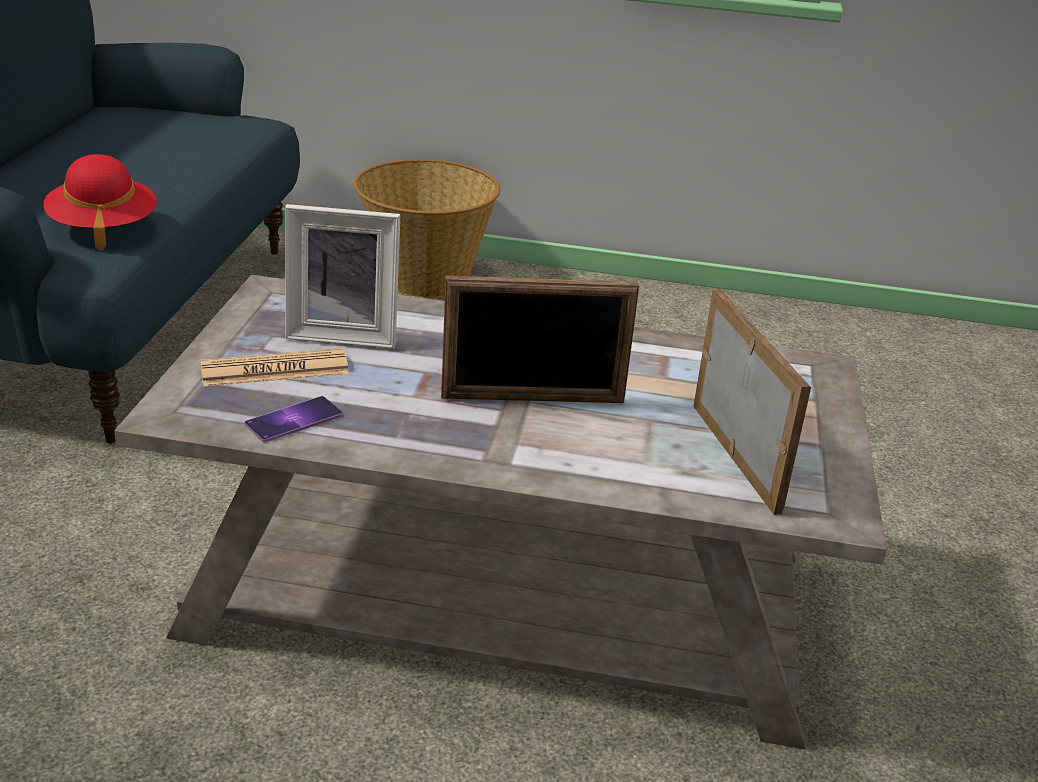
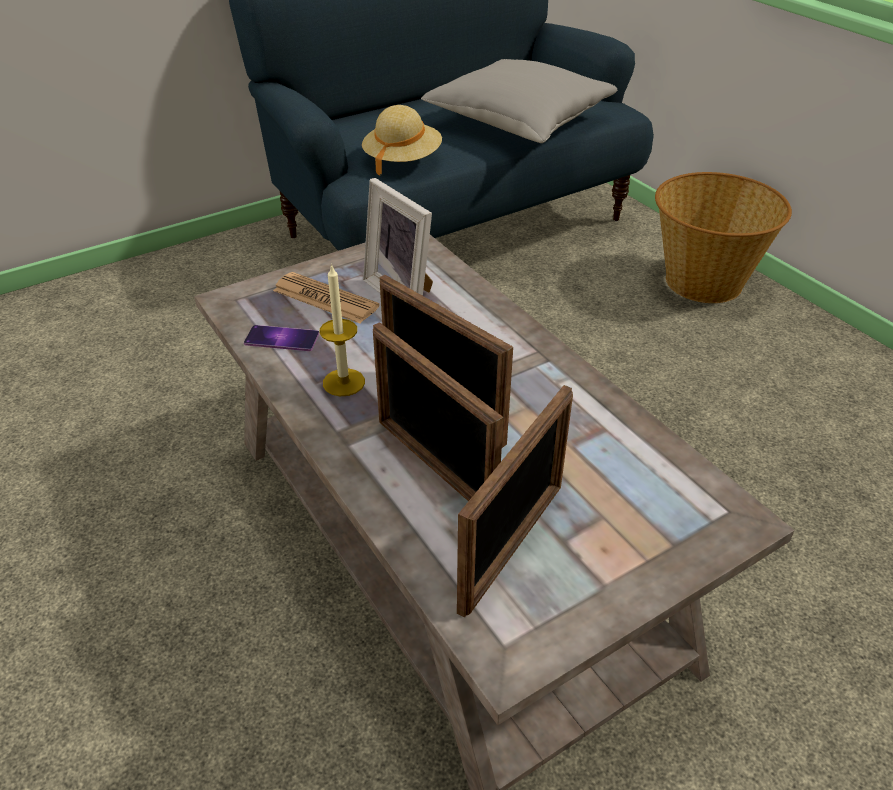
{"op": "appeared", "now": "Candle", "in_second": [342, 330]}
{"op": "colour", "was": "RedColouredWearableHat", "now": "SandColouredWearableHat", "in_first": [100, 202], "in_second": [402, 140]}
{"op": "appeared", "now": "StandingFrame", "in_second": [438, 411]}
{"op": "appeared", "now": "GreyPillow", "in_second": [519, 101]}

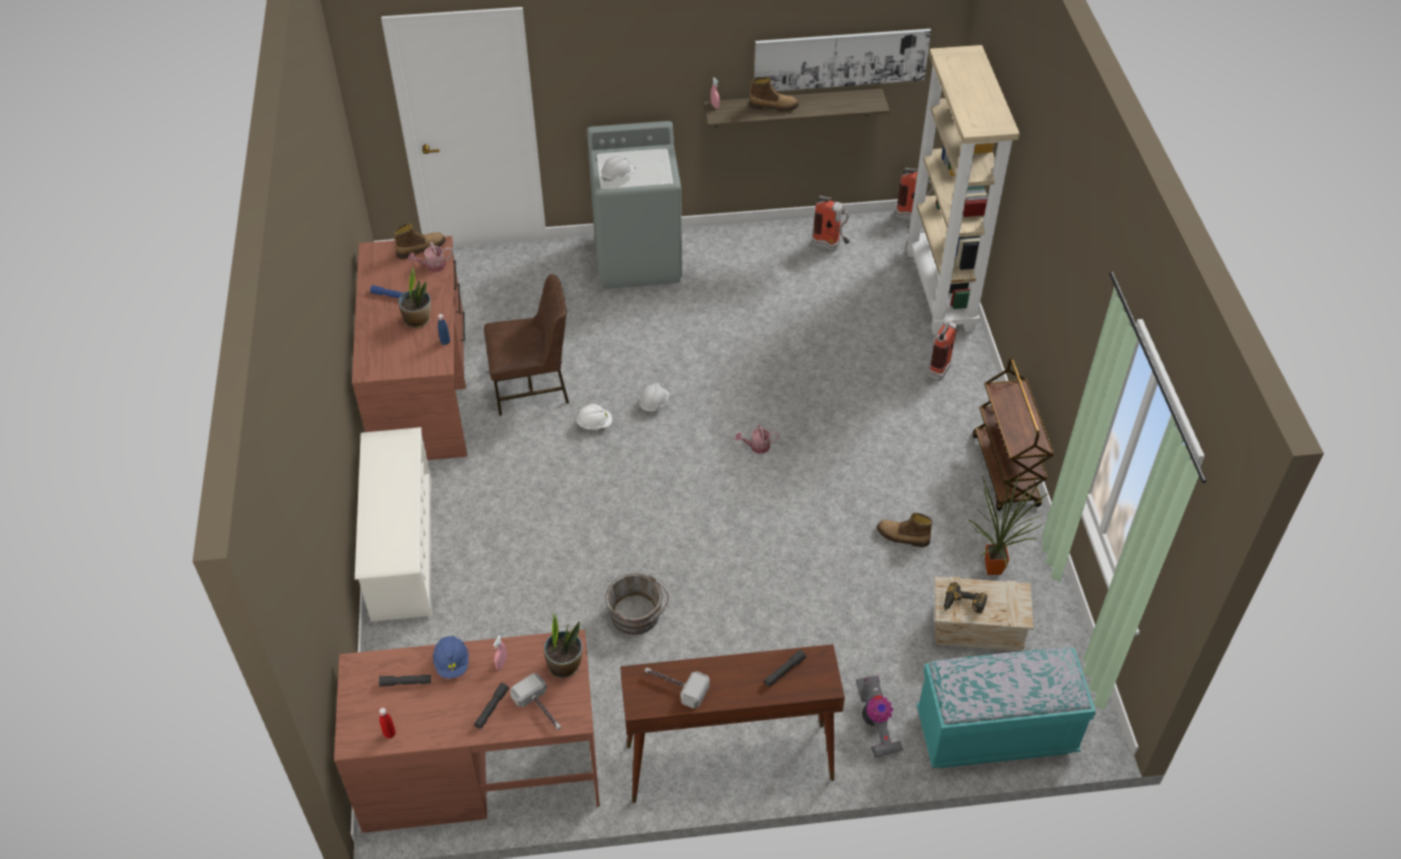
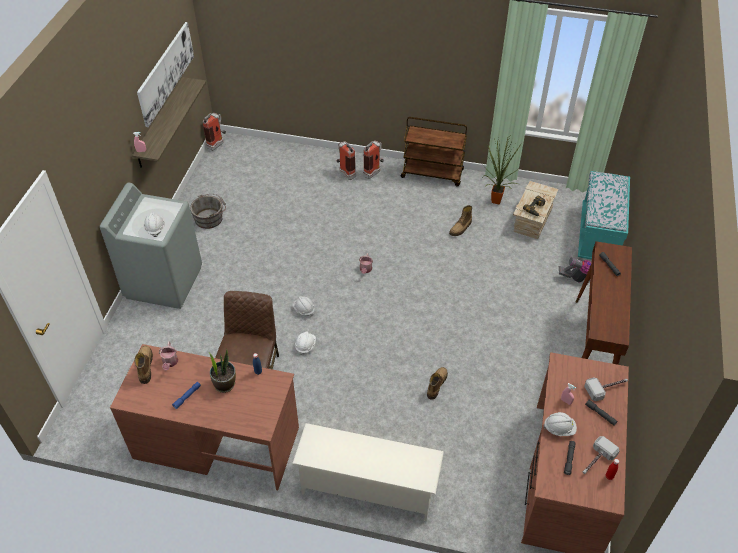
{"op": "relocated", "was": "GreyPail", "in_first": [637, 604], "in_second": [208, 211]}
{"op": "relocated", "was": "FireFightingCylinder", "in_first": [831, 223], "in_second": [373, 160]}
{"op": "relocated", "was": "HighTopBoot", "in_first": [774, 94], "in_second": [437, 383]}
{"op": "colour", "was": "BlueWorkHelmet", "now": "WhitishWorkHelmet", "in_first": [451, 657], "in_second": [560, 424]}
{"op": "relocated", "was": "HandHammer", "in_first": [677, 688], "in_second": [601, 455]}
{"op": "missing", "was": "Houseplant", "in_first": [563, 645]}
{"op": "missing", "was": "SandColouredBookshelf", "in_first": [963, 190]}

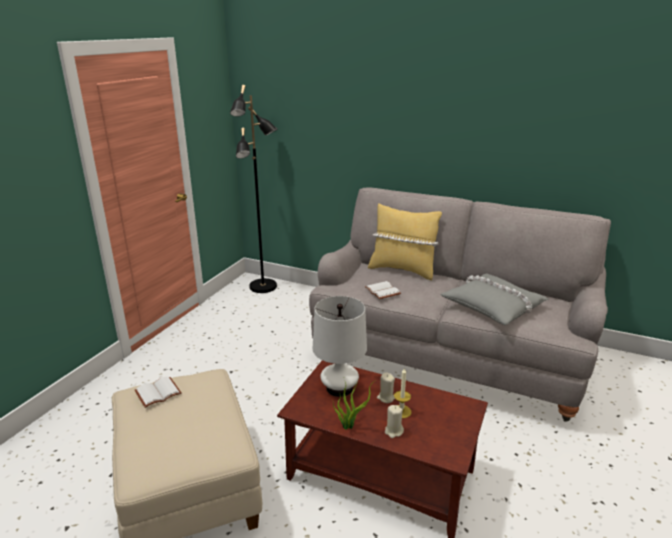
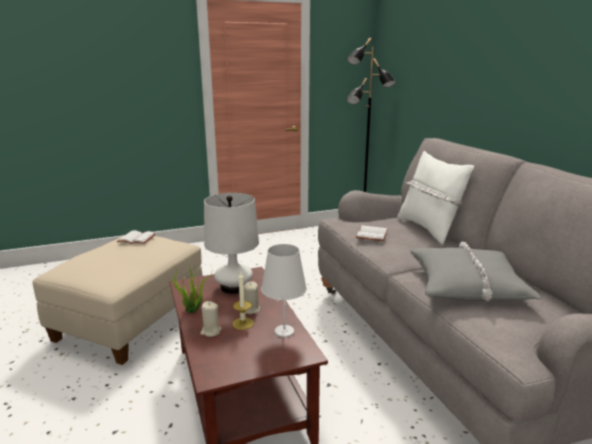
{"op": "appeared", "now": "WhitishTabletopLamp", "in_second": [284, 290]}
{"op": "colour", "was": "YellowishPillow", "now": "WhitishPillow", "in_first": [405, 241], "in_second": [435, 198]}

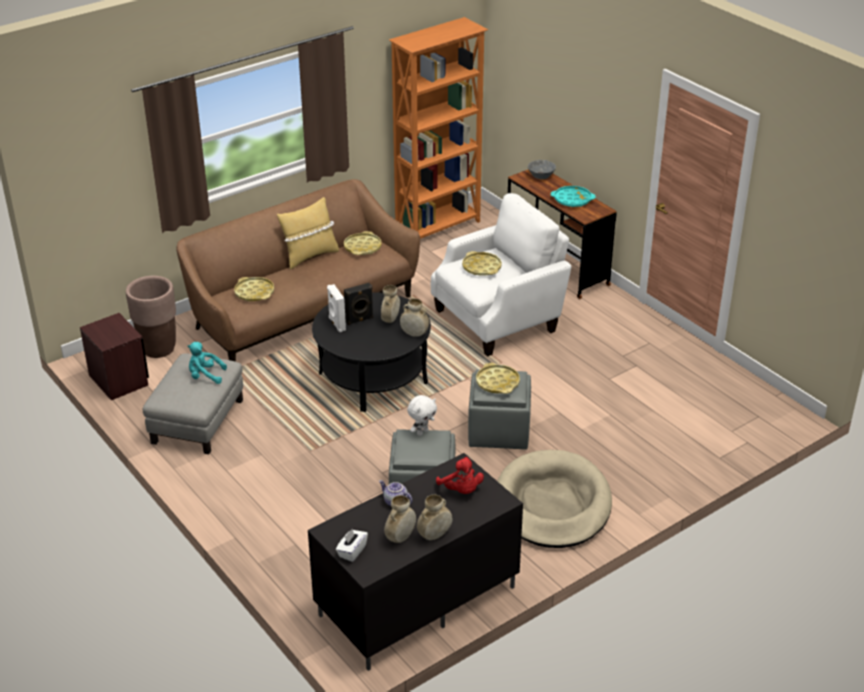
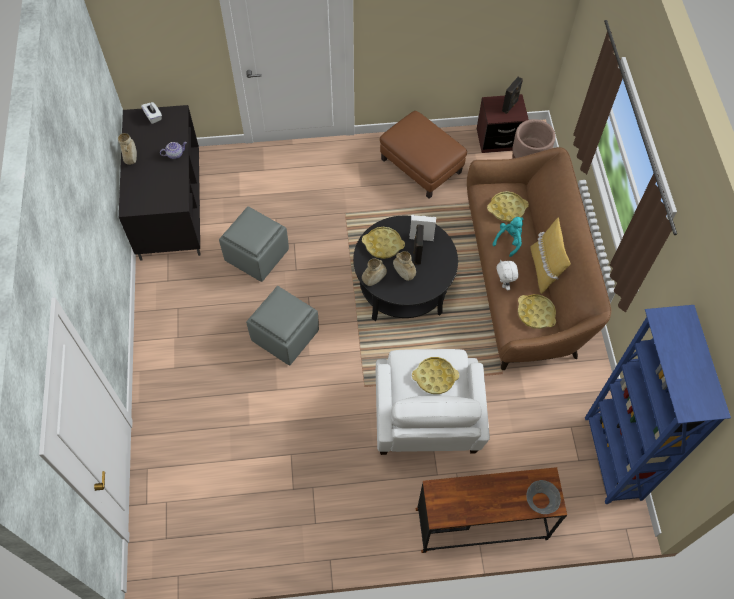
{"op": "relocated", "was": "YellowishTray", "in_first": [498, 378], "in_second": [383, 243]}
{"op": "colour", "was": "GreyFootrest", "now": "BrownishFootrest", "in_first": [193, 404], "in_second": [423, 155]}
{"op": "relocated", "was": "TurquoiseColouredPlushToy", "in_first": [207, 363], "in_second": [507, 237]}
{"op": "relocated", "was": "WhitishPlushToy", "in_first": [422, 415], "in_second": [507, 275]}
{"op": "appeared", "now": "BlackishSpeaker", "in_second": [512, 95]}
{"op": "colour", "was": "OrangeyBookshelf", "now": "BlueBookshelf", "in_first": [439, 128], "in_second": [658, 404]}
{"op": "missing", "was": "SandColouredDecorativeVase", "in_first": [400, 519]}
{"op": "missing", "was": "RedColouredPlushToy", "in_first": [460, 475]}
{"op": "missing", "was": "SandColouredDogCushion", "in_first": [554, 499]}
{"op": "missing", "was": "TurquoiseColouredTray", "in_first": [573, 196]}

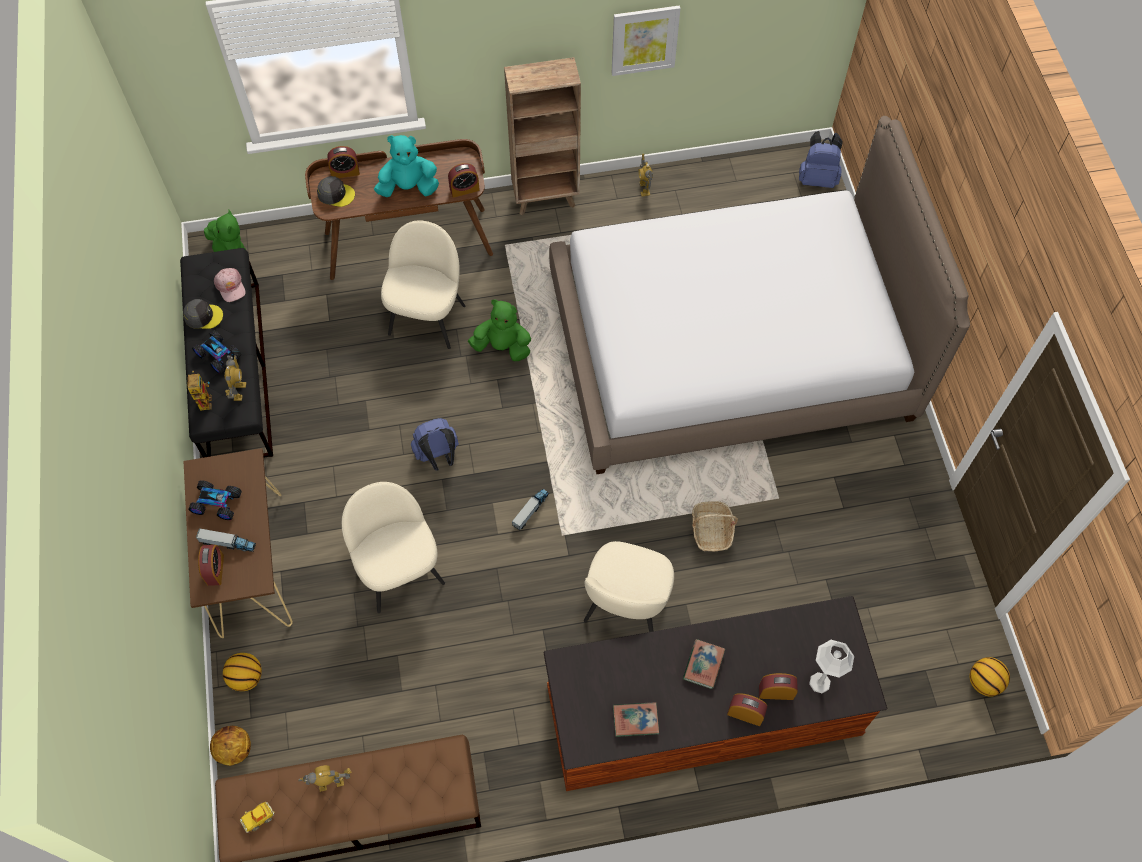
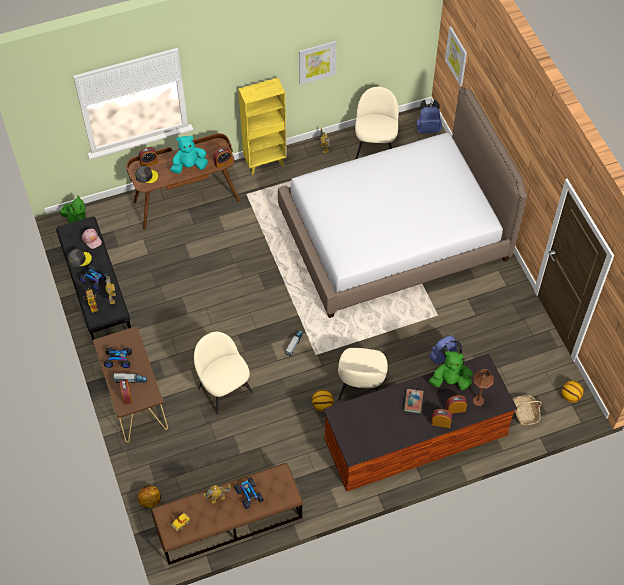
{"op": "appeared", "now": "ModelCar", "in_second": [249, 493]}
{"op": "colour", "was": "BrownishBookshelf", "now": "YellowishBookshelf", "in_first": [542, 136], "in_second": [262, 126]}
{"op": "relocated", "was": "Basketball", "in_first": [242, 672], "in_second": [323, 401]}
{"op": "relocated", "was": "SandColouredChair", "in_first": [423, 284], "in_second": [377, 123]}
{"op": "relocated", "was": "GreenPlushToy", "in_first": [499, 330], "in_second": [451, 370]}
{"op": "relocated", "was": "BlueKnapsack", "in_first": [435, 444], "in_second": [446, 349]}
{"op": "appeared", "now": "Picture", "in_second": [456, 56]}
{"op": "colour", "was": "GreyTabletopLamp", "now": "BrownishTabletopLamp", "in_first": [831, 666], "in_second": [483, 387]}
{"op": "relocated", "was": "HouseholdBasket", "in_first": [715, 526], "in_second": [527, 410]}
{"op": "missing", "was": "Volume", "in_first": [636, 719]}

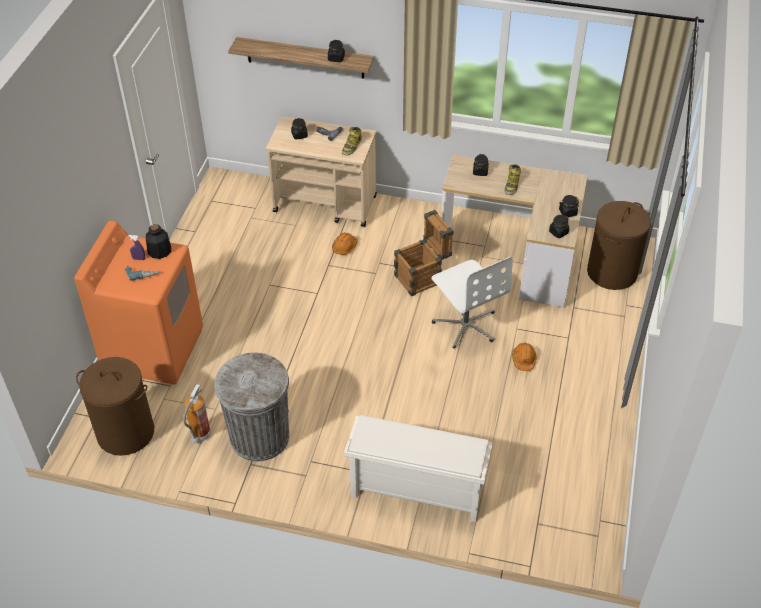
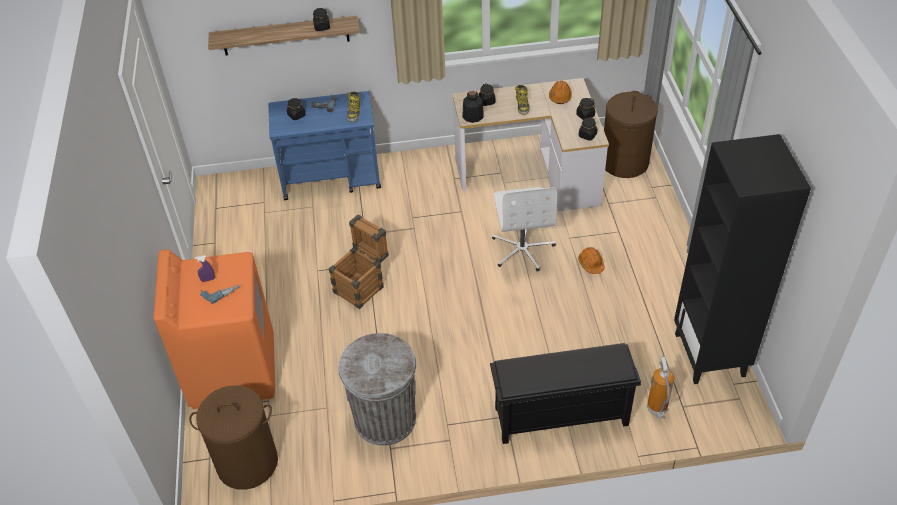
{"op": "colour", "was": "SandColouredCart", "now": "BlueCart", "in_first": [321, 172], "in_second": [324, 145]}
{"op": "relocated", "was": "Crate", "in_first": [424, 253], "in_second": [359, 262]}
{"op": "relocated", "was": "Bottle", "in_first": [158, 241], "in_second": [473, 107]}
{"op": "colour", "was": "WhitishShoeShelf", "now": "BlackishShoeShelf", "in_first": [418, 468], "in_second": [565, 393]}
{"op": "spun", "was": "WhitishOfficeChair", "in_first": [472, 303], "in_second": [524, 229], "clockwise": 45}
{"op": "relocated", "was": "OrangeyWorkHelmet", "in_first": [345, 244], "in_second": [560, 92]}
{"op": "relocated", "was": "FireFightingCylinder", "in_first": [197, 414], "in_second": [660, 387]}
{"op": "appeared", "now": "BlackishBookshelf", "in_second": [742, 259]}

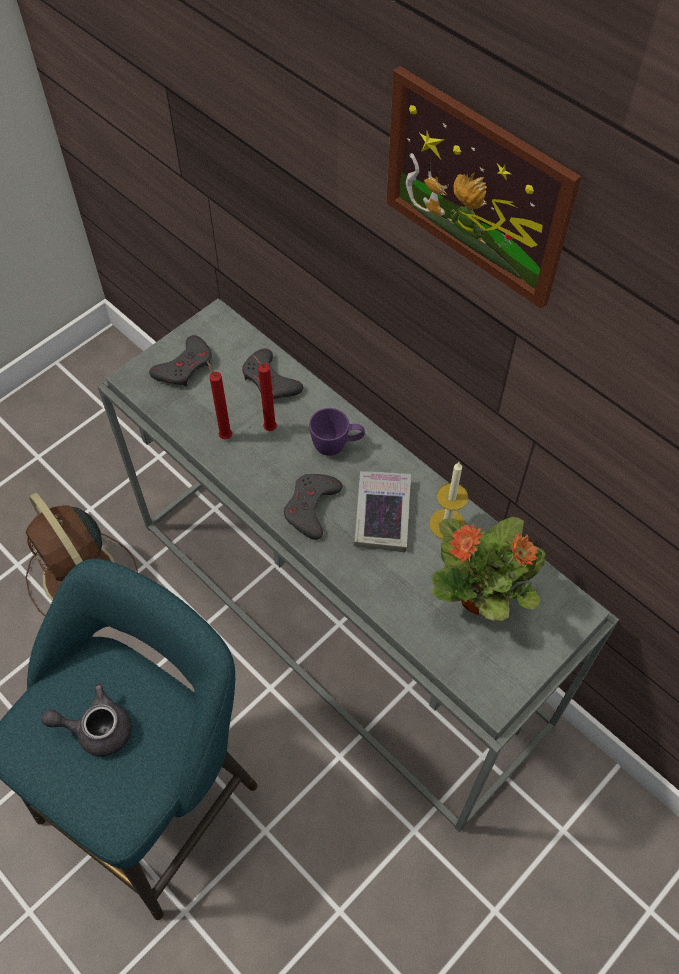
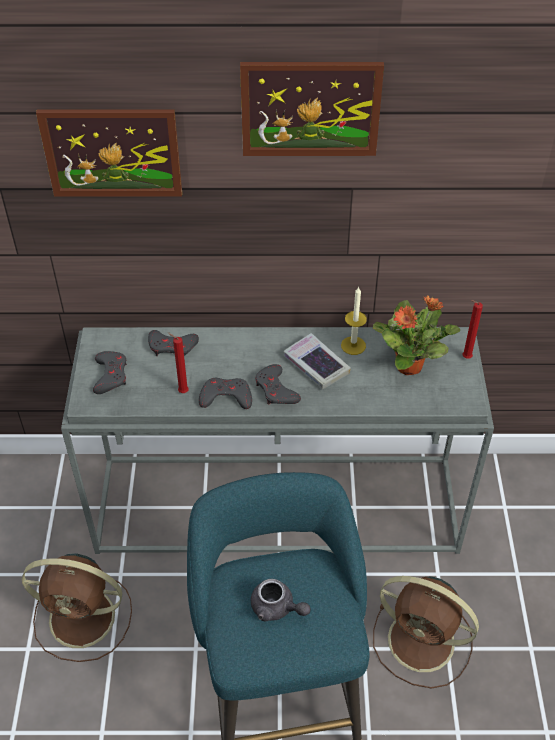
{"op": "appeared", "now": "Picture", "in_second": [109, 153]}
{"op": "appeared", "now": "GreyGamepad", "in_second": [225, 393]}
{"op": "spun", "was": "GreyPotForTea", "in_first": [87, 720], "in_second": [281, 600], "clockwise": -105}
{"op": "appeared", "now": "BrownishCoolingFan", "in_second": [426, 632]}
{"op": "relocated", "was": "RedColouredCandle", "in_first": [264, 393], "in_second": [472, 329]}
{"op": "missing", "was": "PurpleColouredCoffeeMug", "in_first": [337, 432]}

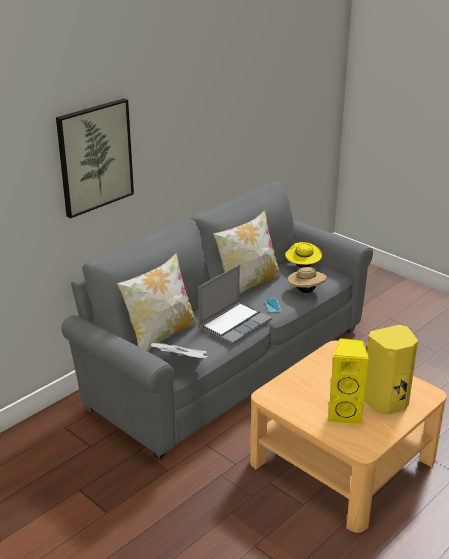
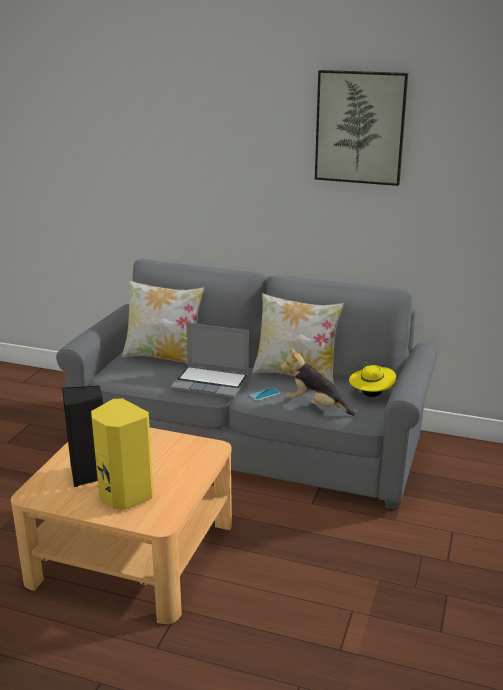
{"op": "colour", "was": "YellowishSpeaker", "now": "BlackishSpeaker", "in_first": [348, 381], "in_second": [82, 436]}
{"op": "exchanged", "was": "SandColouredWearableHat", "now": "PlushToy", "in_first": [307, 279], "in_second": [318, 381]}
{"op": "relocated", "was": "Picture", "in_first": [95, 158], "in_second": [361, 128]}
{"op": "missing", "was": "Newspaper", "in_first": [179, 351]}

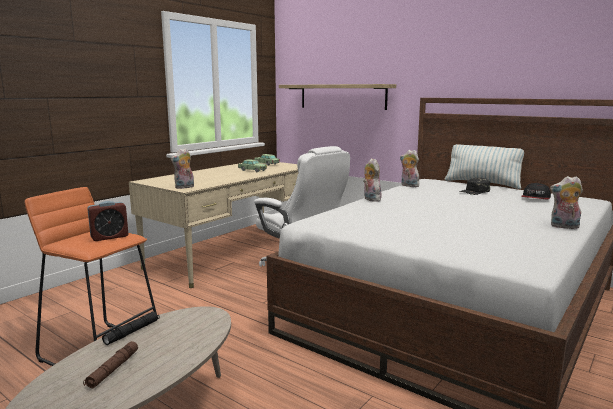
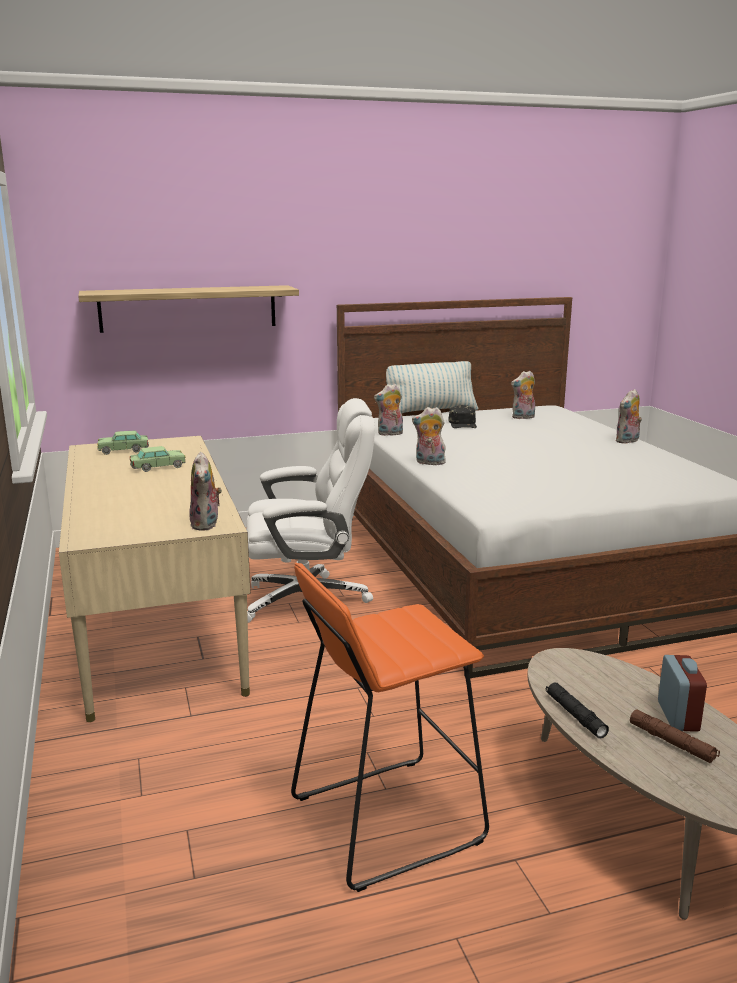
{"op": "exchanged", "was": "Cap", "now": "PlushToy", "in_first": [536, 191], "in_second": [523, 395]}
{"op": "relocated", "was": "BedsideClock", "in_first": [107, 221], "in_second": [682, 693]}

